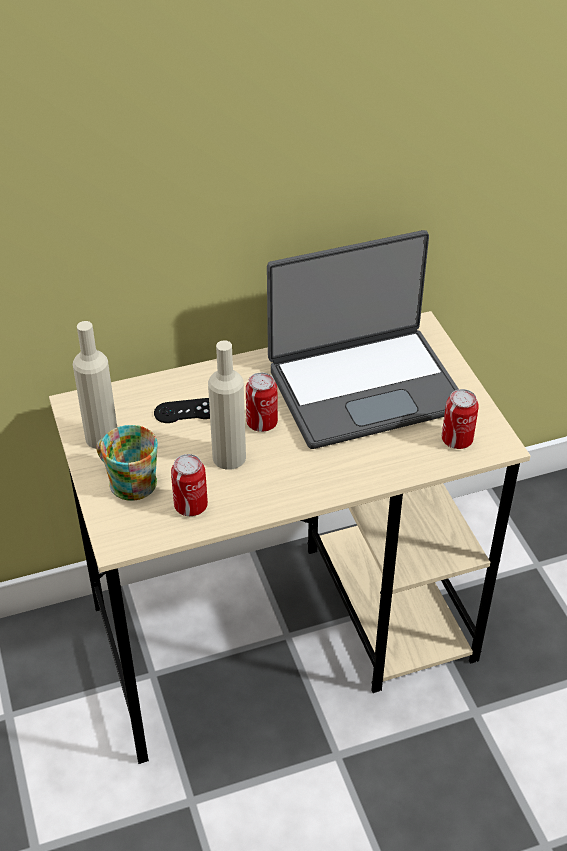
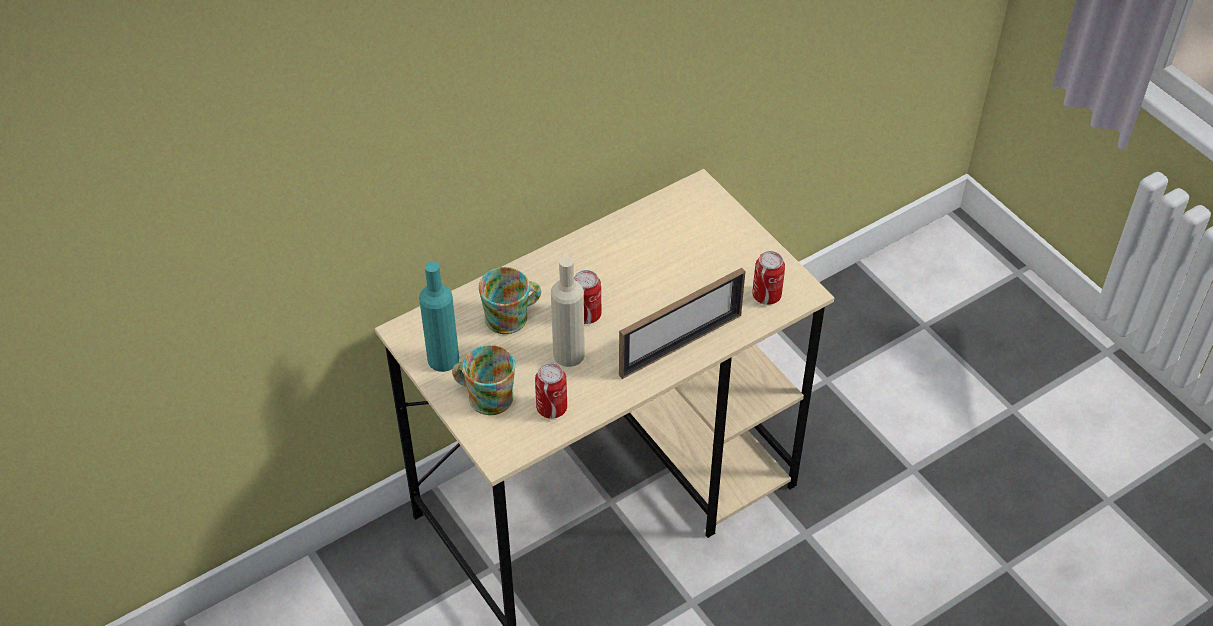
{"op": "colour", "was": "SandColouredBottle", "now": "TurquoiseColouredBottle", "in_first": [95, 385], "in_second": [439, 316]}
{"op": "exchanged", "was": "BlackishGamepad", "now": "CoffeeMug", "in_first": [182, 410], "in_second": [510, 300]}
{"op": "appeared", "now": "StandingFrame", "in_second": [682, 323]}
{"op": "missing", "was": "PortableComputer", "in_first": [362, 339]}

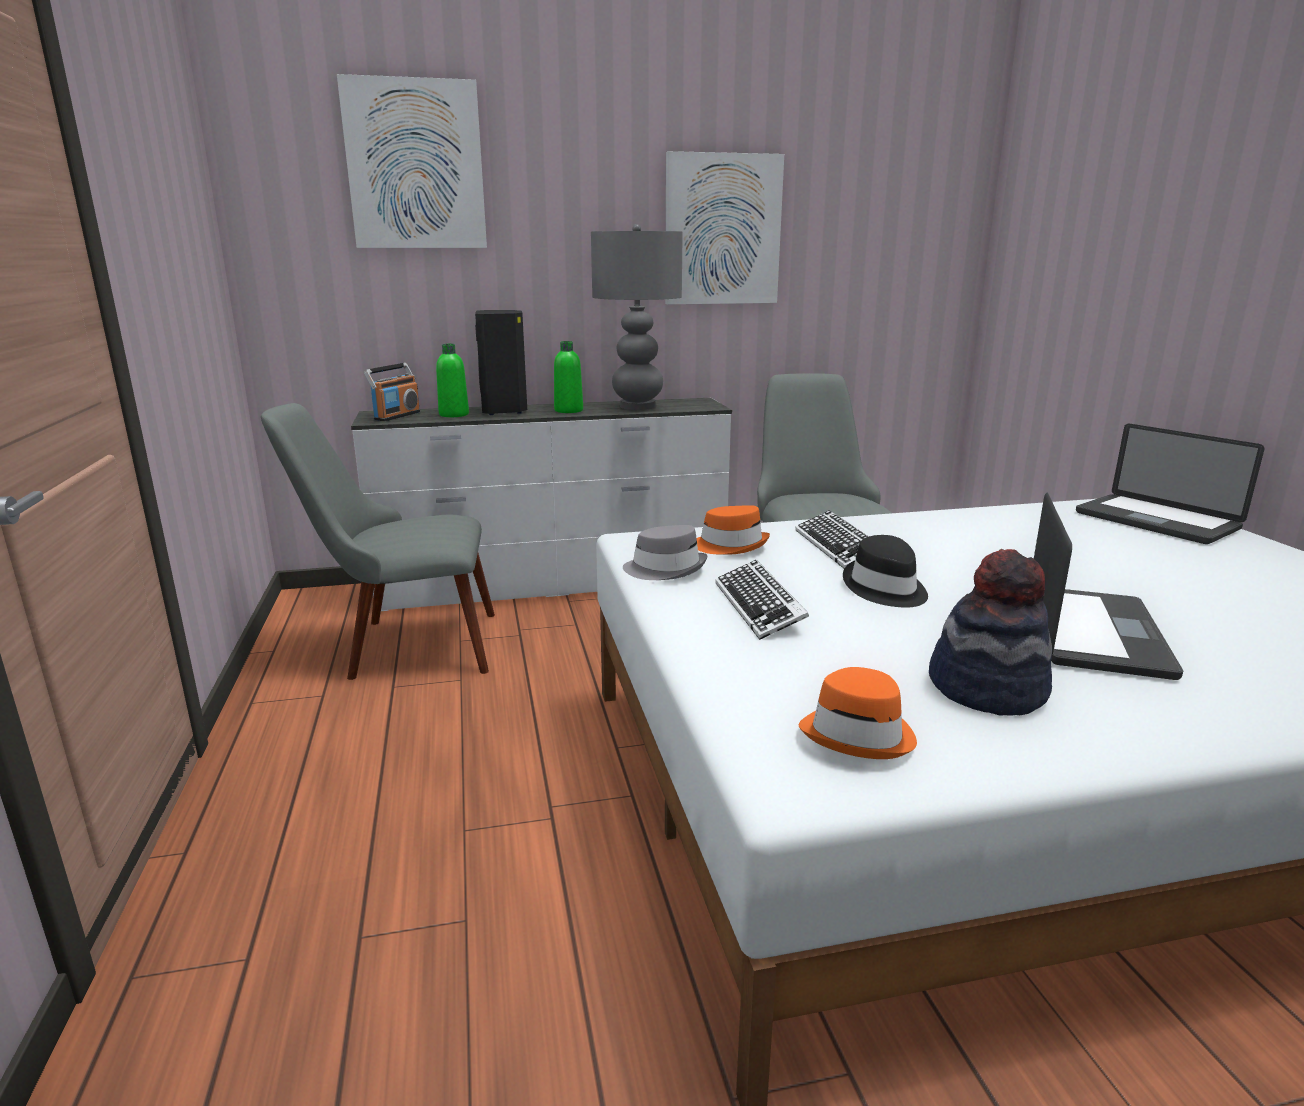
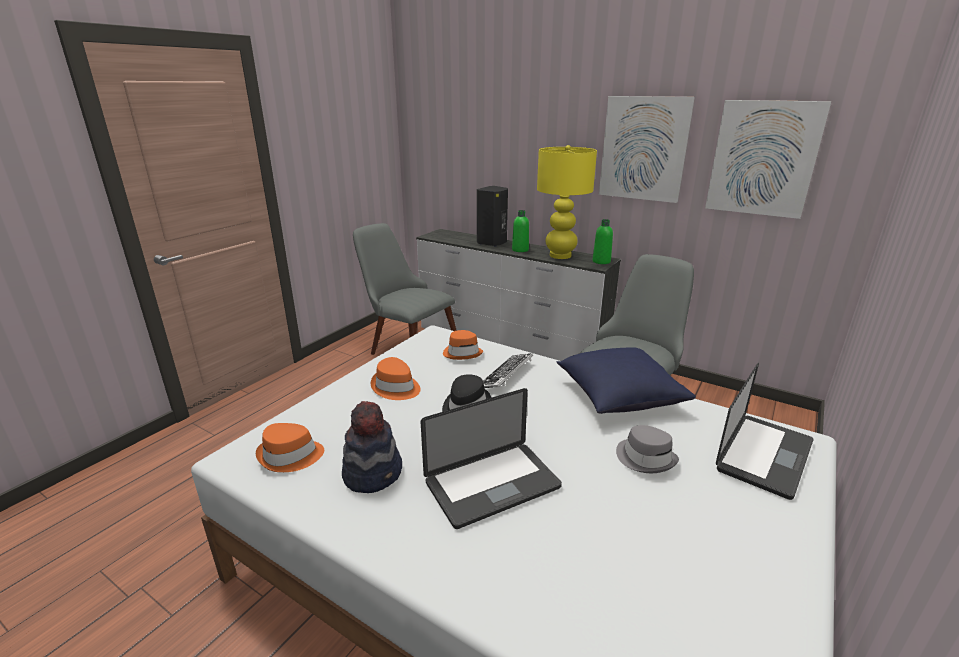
{"op": "exchanged", "was": "Keyboard", "now": "OrangeyWearableHat", "in_first": [762, 600], "in_second": [396, 378]}
{"op": "colour", "was": "GreyTabletopLamp", "now": "YellowishTabletopLamp", "in_first": [637, 317], "in_second": [567, 202]}
{"op": "appeared", "now": "BluePillow", "in_second": [626, 380]}
{"op": "relocated", "was": "GreenBottle", "in_first": [452, 380], "in_second": [602, 241]}
{"op": "relocated", "was": "GreyWearableHat", "in_first": [665, 552], "in_second": [647, 449]}
{"op": "relocated", "was": "Picture", "in_first": [412, 161], "in_second": [768, 159]}
{"op": "spun", "was": "PortableComputer", "in_first": [1170, 484], "in_second": [765, 431], "clockwise": -150}
{"op": "missing", "was": "RadioSet", "in_first": [392, 392]}

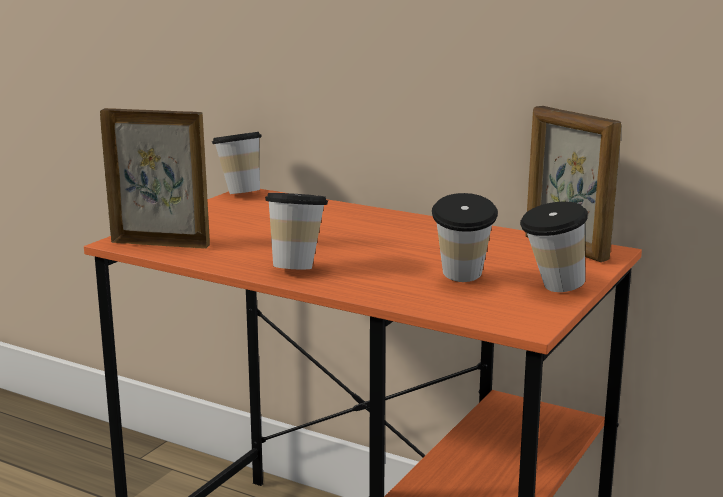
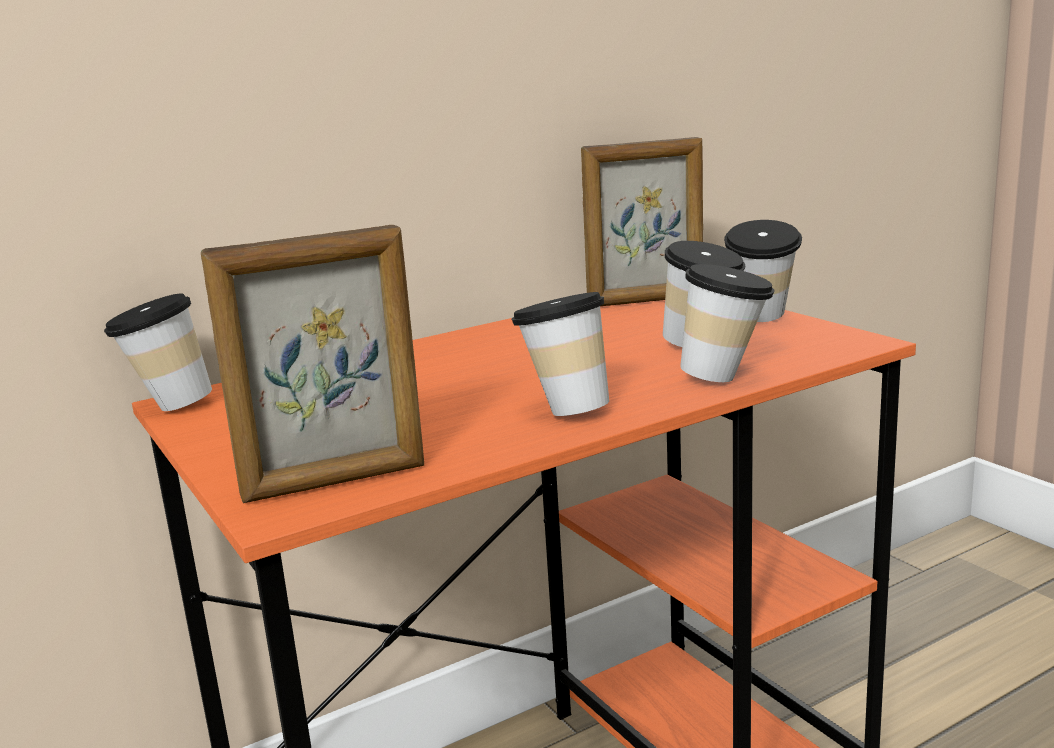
{"op": "spun", "was": "StandingFrame", "in_first": [155, 178], "in_second": [312, 364], "clockwise": -150}
{"op": "appeared", "now": "Cup", "in_second": [727, 323]}

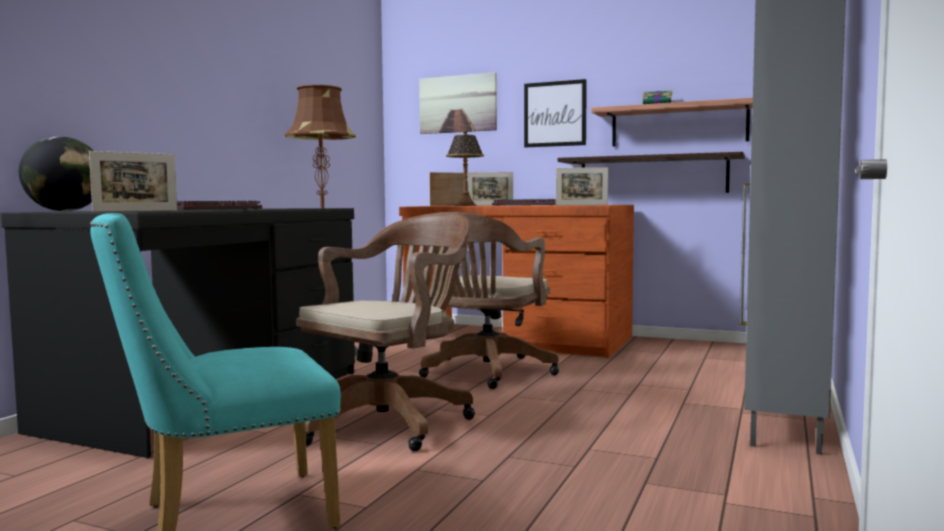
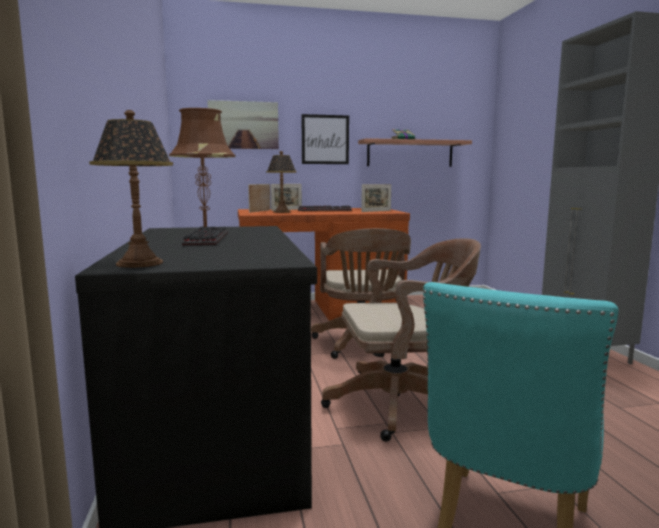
{"op": "exchanged", "was": "WorldGlobe", "now": "TabletopLamp", "in_first": [56, 173], "in_second": [131, 189]}
{"op": "spun", "was": "BrownishOfficeChair", "in_first": [385, 332], "in_second": [401, 340], "clockwise": 75}
{"op": "missing", "was": "StandingFrame", "in_first": [133, 181]}
{"op": "missing", "was": "Shelf", "in_first": [651, 172]}

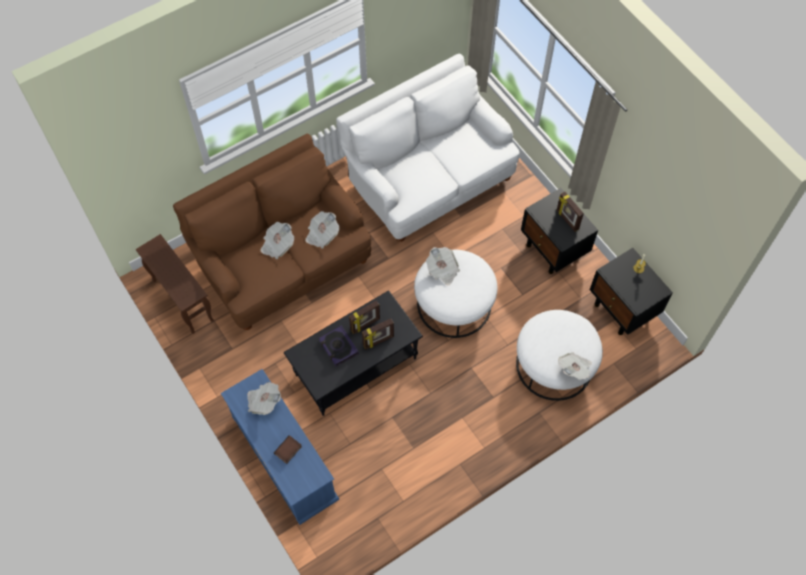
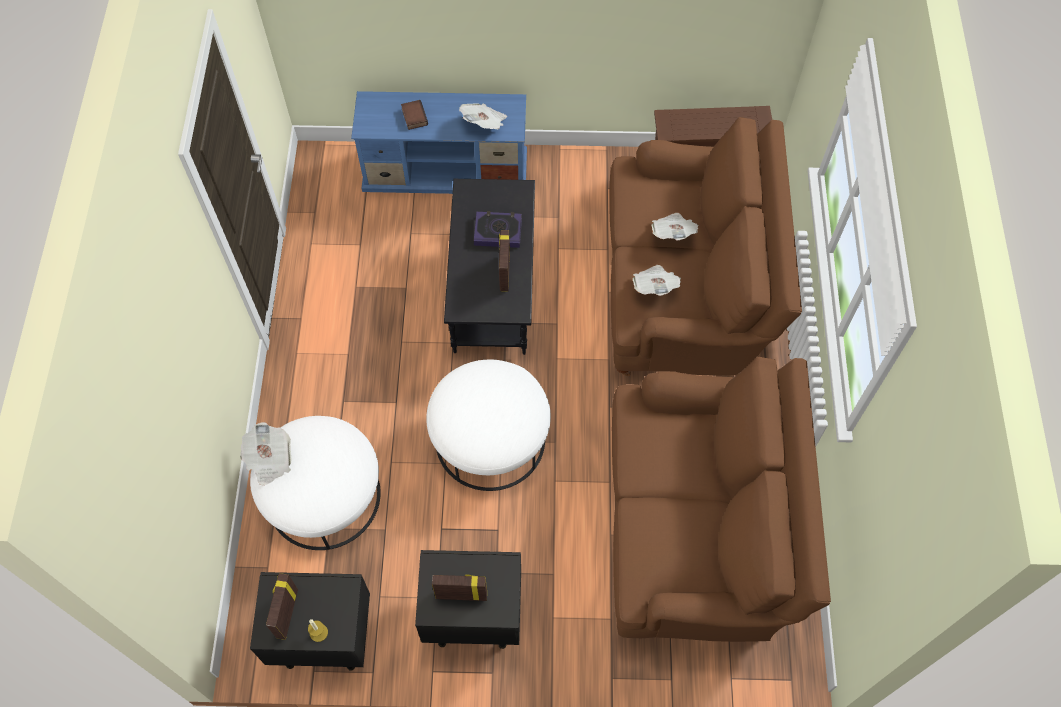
{"op": "relocated", "was": "StandingFrame", "in_first": [378, 334], "in_second": [282, 606]}
{"op": "colour", "was": "WhitishSofa", "now": "BrownishSofa", "in_first": [428, 148], "in_second": [721, 499]}
{"op": "missing", "was": "Newspaper", "in_first": [443, 266]}

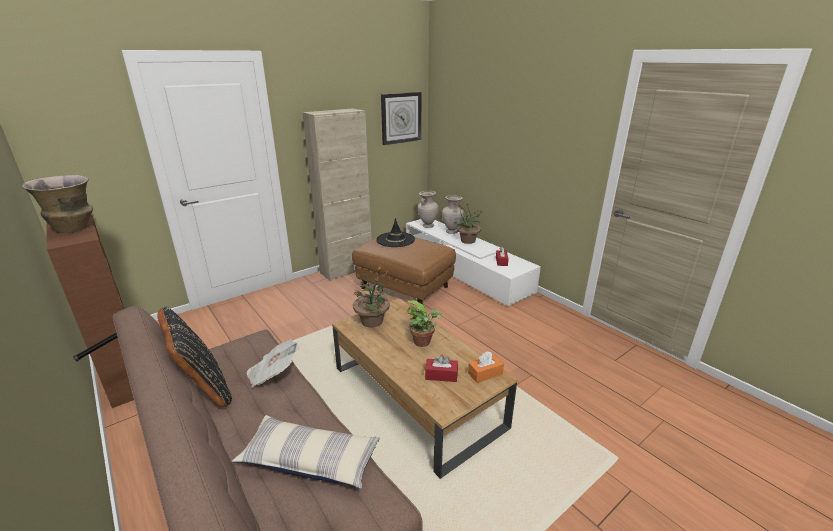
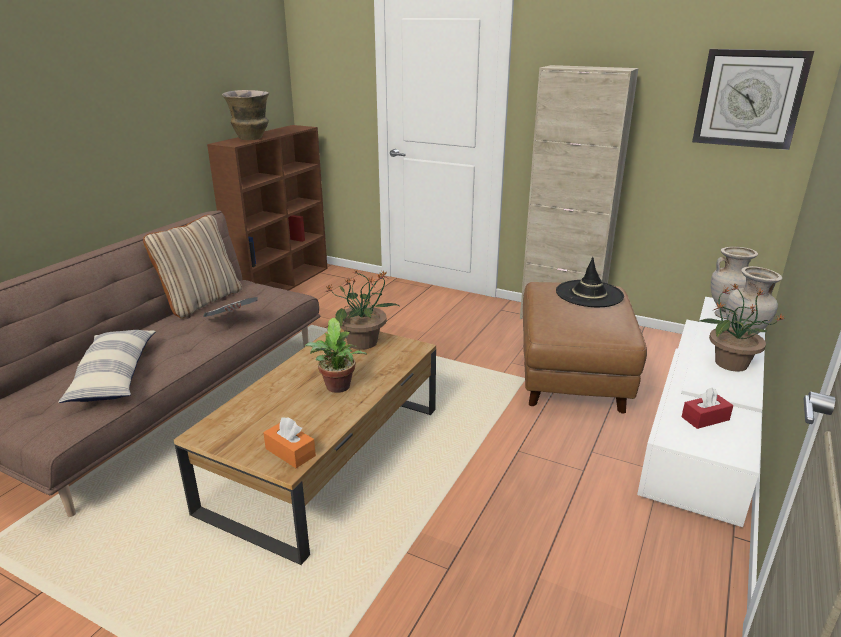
{"op": "colour", "was": "BlackishPillow", "now": "SandColouredPillow", "in_first": [194, 357], "in_second": [192, 266]}
{"op": "missing", "was": "RedColouredBoxOfTissues", "in_first": [441, 368]}

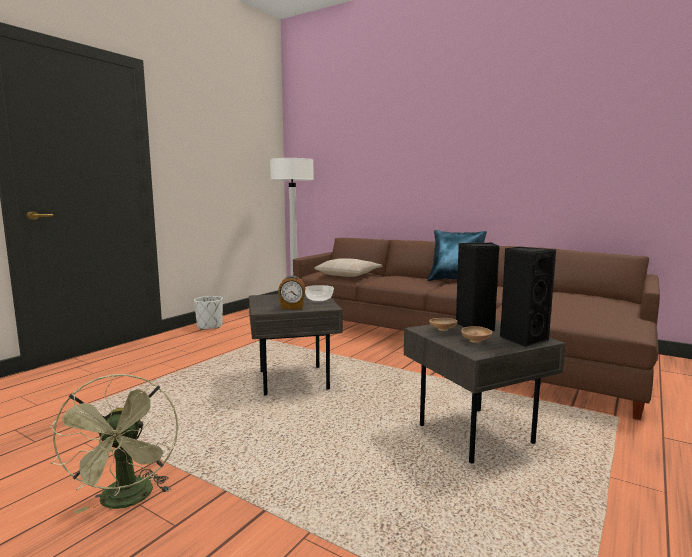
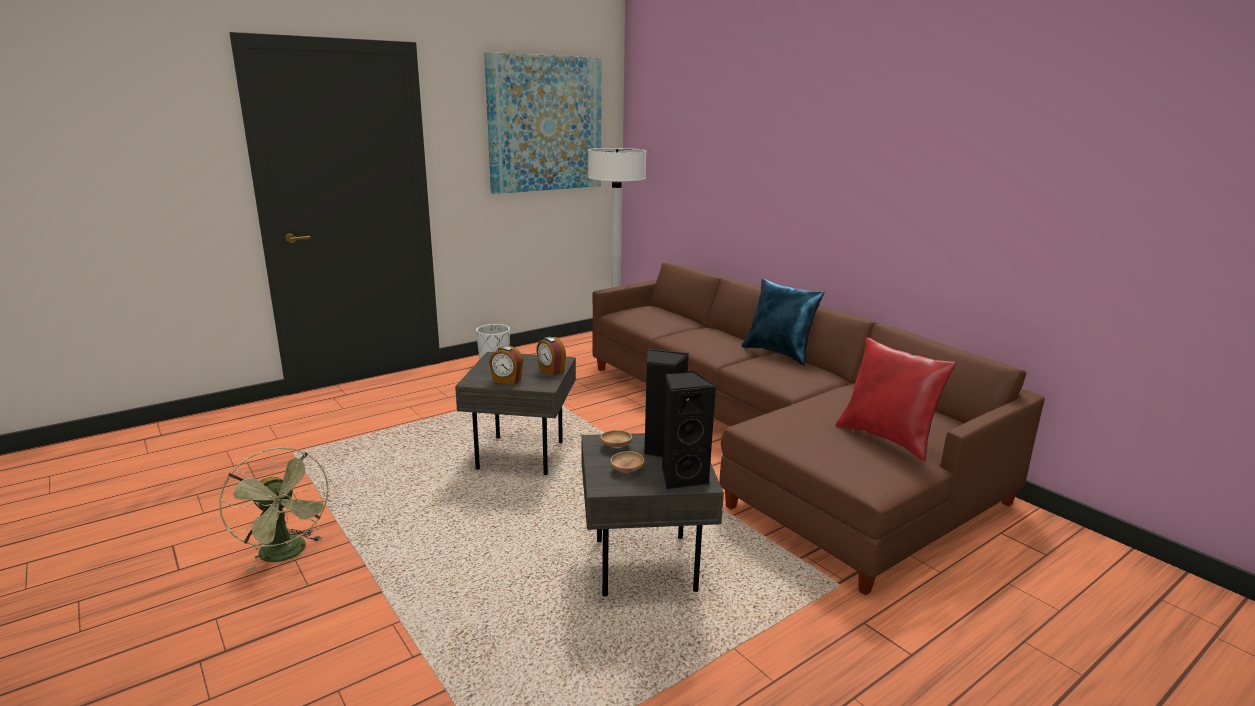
{"op": "spun", "was": "GreenCoolingFan", "in_first": [113, 444], "in_second": [275, 510], "clockwise": -45}
{"op": "appeared", "now": "Picture", "in_second": [543, 123]}
{"op": "exchanged", "was": "ServingBowl", "now": "BedsideClock", "in_first": [319, 293], "in_second": [551, 356]}
{"op": "appeared", "now": "RedColouredPillow", "in_second": [896, 399]}
{"op": "missing", "was": "SandColouredPillow", "in_first": [348, 268]}

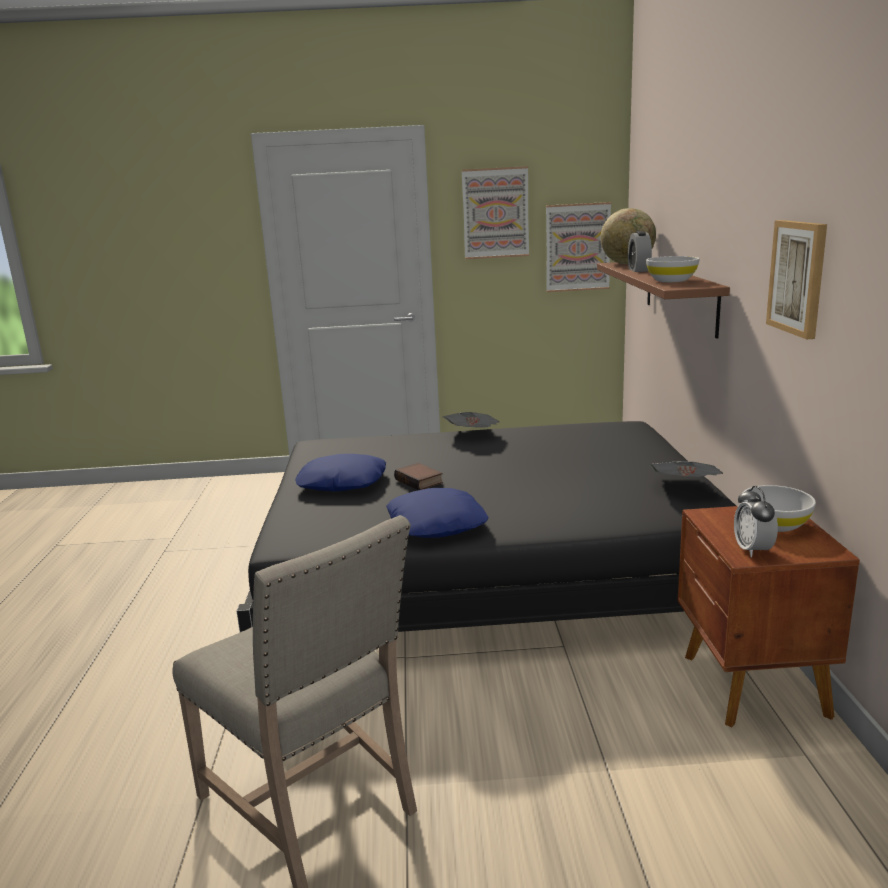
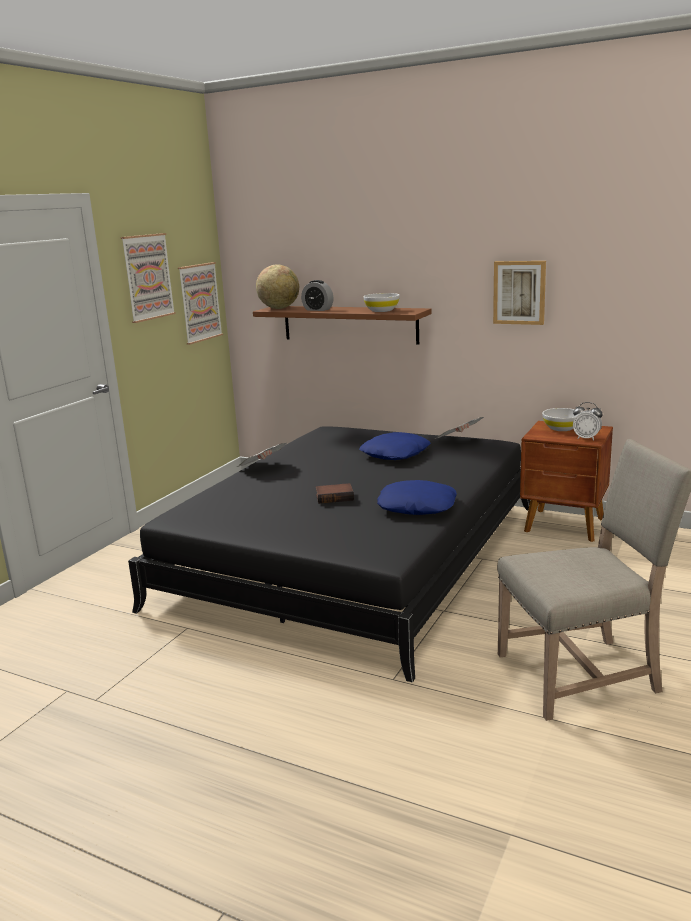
{"op": "relocated", "was": "BluePillow", "in_first": [340, 473], "in_second": [395, 446]}

